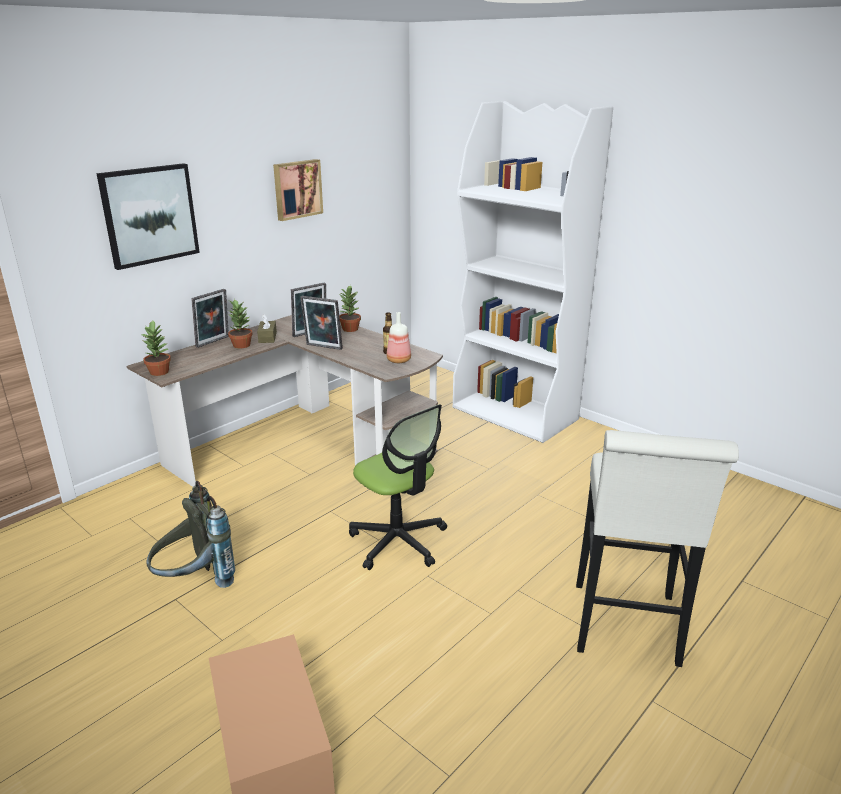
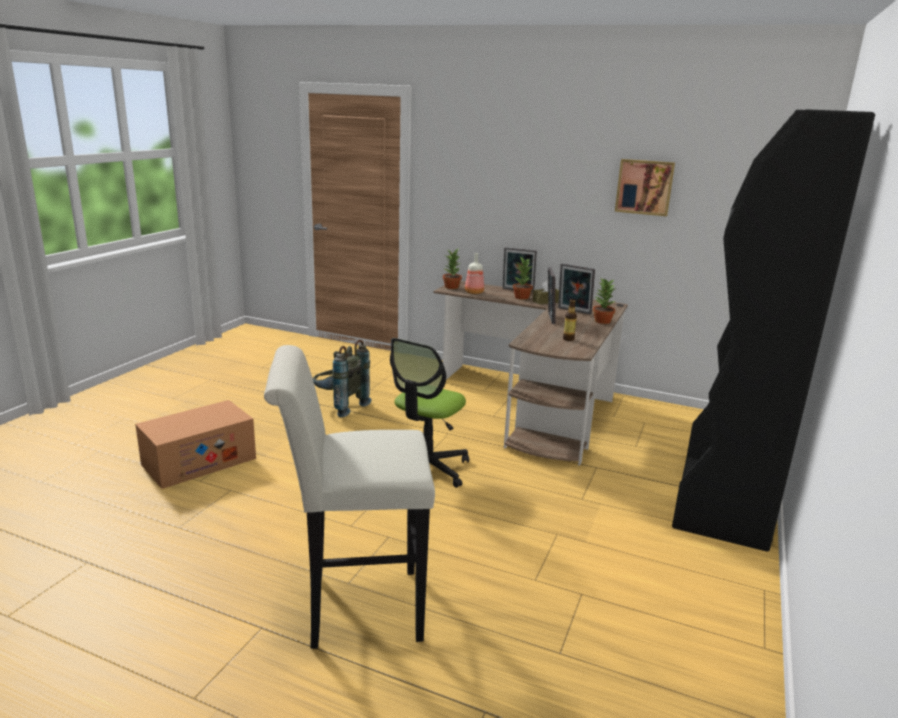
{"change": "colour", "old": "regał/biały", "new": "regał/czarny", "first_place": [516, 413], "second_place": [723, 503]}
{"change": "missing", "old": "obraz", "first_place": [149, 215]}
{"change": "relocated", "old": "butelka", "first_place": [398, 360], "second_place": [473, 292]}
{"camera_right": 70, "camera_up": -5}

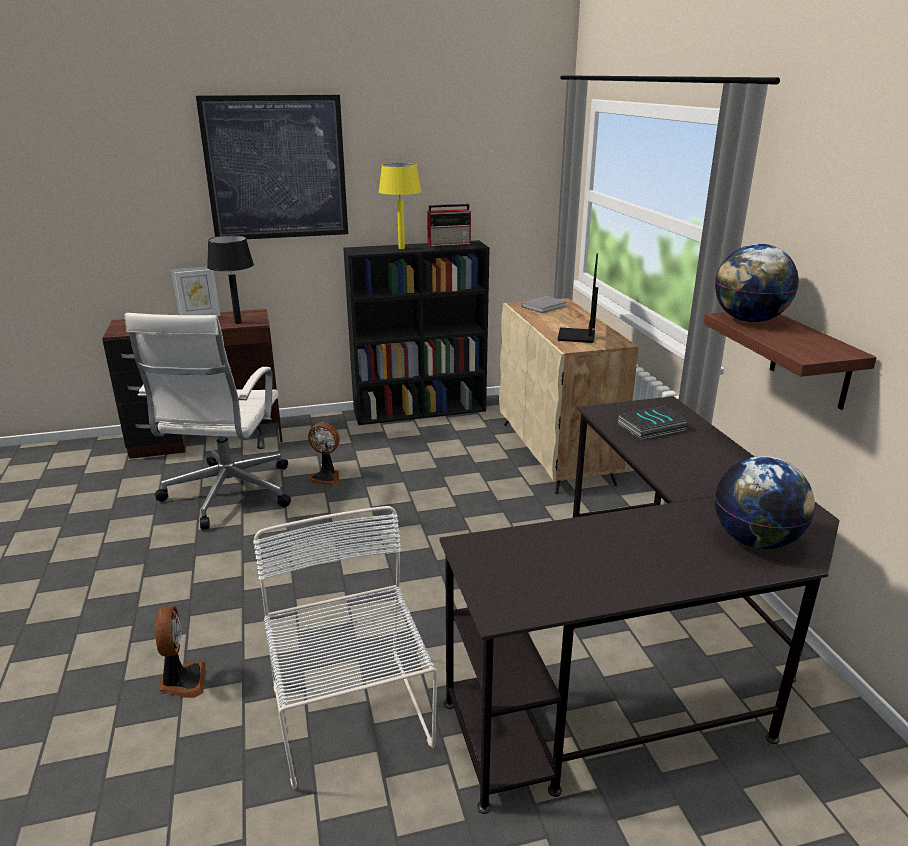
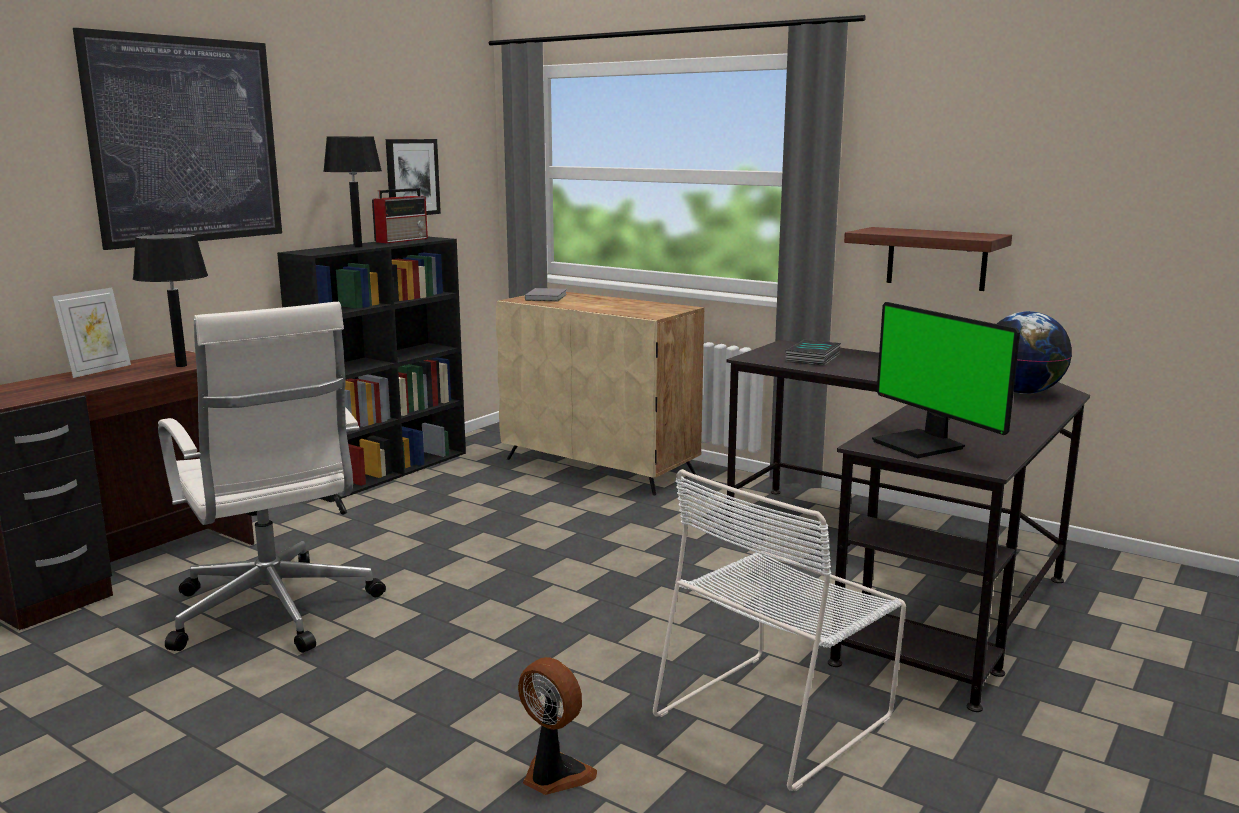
{"change": "colour", "old": "lampa stołowa/żółty", "new": "lampa stołowa/czarny", "first_place": [401, 248], "second_place": [358, 246]}
{"change": "missing", "old": "globus", "first_place": [748, 320]}
{"change": "relocated", "old": "monitor", "first_place": [578, 336], "second_place": [921, 445]}
{"change": "missing", "old": "wentylator", "first_place": [326, 477]}
{"change": "spun", "old": "krzesło/biały", "first_place": [351, 719], "second_place": [778, 713], "degrees": -75}
{"change": "appeared", "new": "obraz", "second_place": [412, 177]}
{"camera_right": -40, "camera_up": -10}

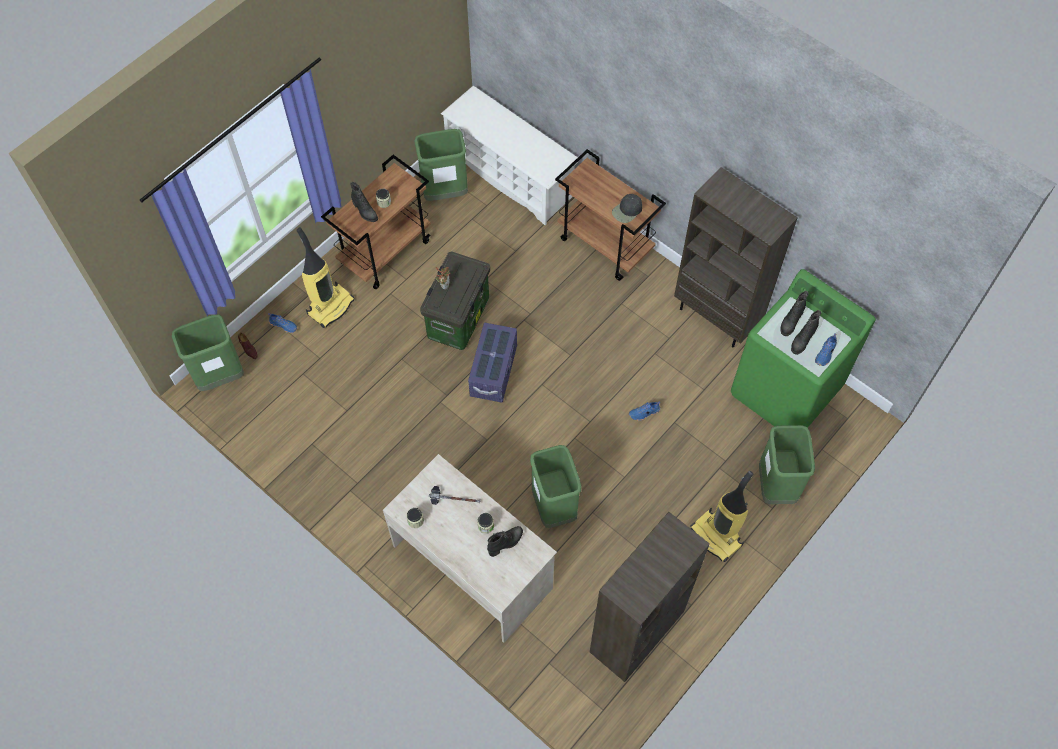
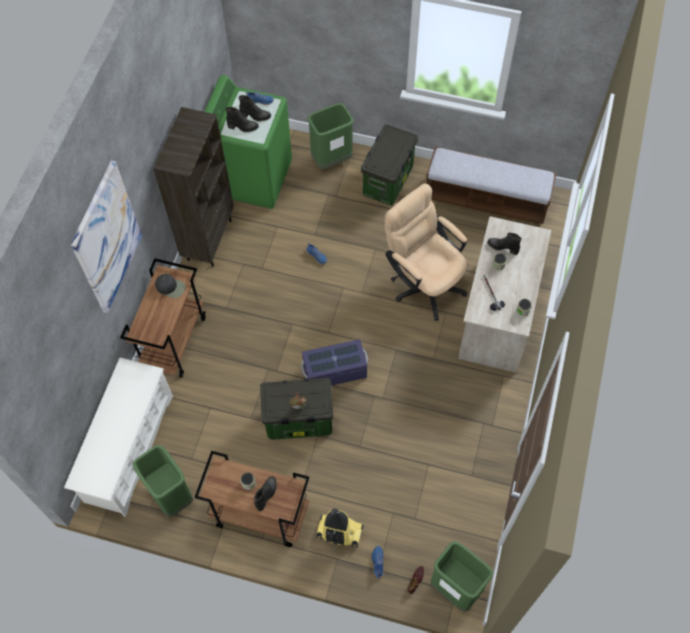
{"change": "exchanged", "old": "kosz na śmieci/zielony", "new": "krzesło biurowe/beżowy", "first_place": [554, 507], "second_place": [423, 282]}
{"change": "exchanged", "old": "odkurzacz", "new": "pojemnik do przechowywania", "first_place": [717, 536], "second_place": [387, 180]}
{"change": "exchanged", "old": "regał/brązowy", "new": "ławka", "first_place": [635, 639], "second_place": [486, 199]}
{"change": "appeared", "new": "obraz", "second_place": [106, 239]}
{"camera_right": -115, "camera_up": 0}

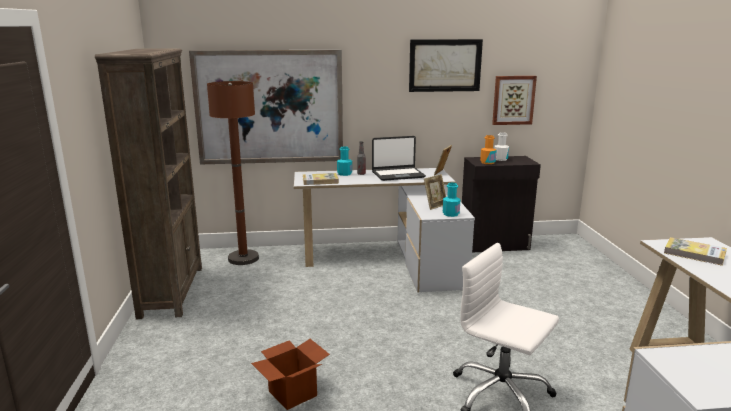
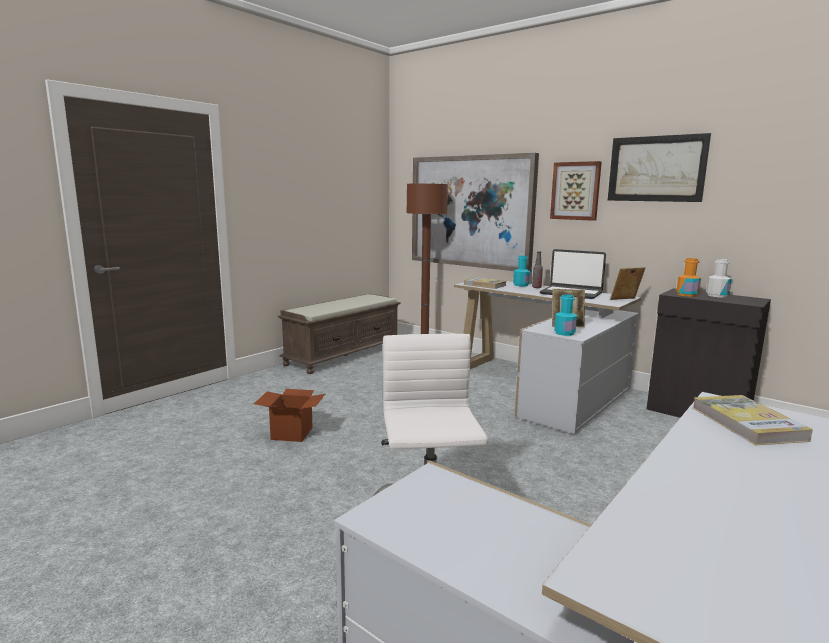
{"change": "exchanged", "old": "regał/brązowy", "new": "ławka/brązowy", "first_place": [172, 291], "second_place": [344, 355]}
{"change": "relocated", "old": "obraz", "first_place": [513, 100], "second_place": [575, 191]}
{"camera_right": 45, "camera_up": -5}

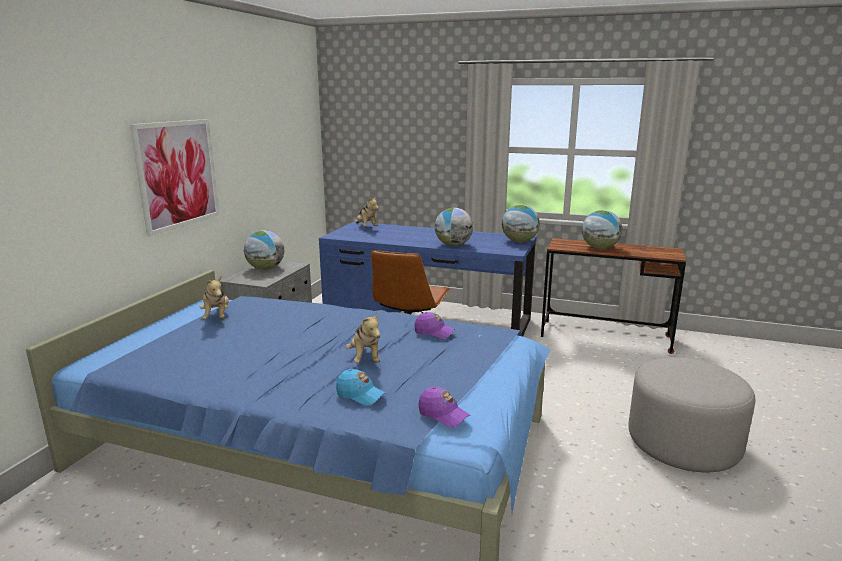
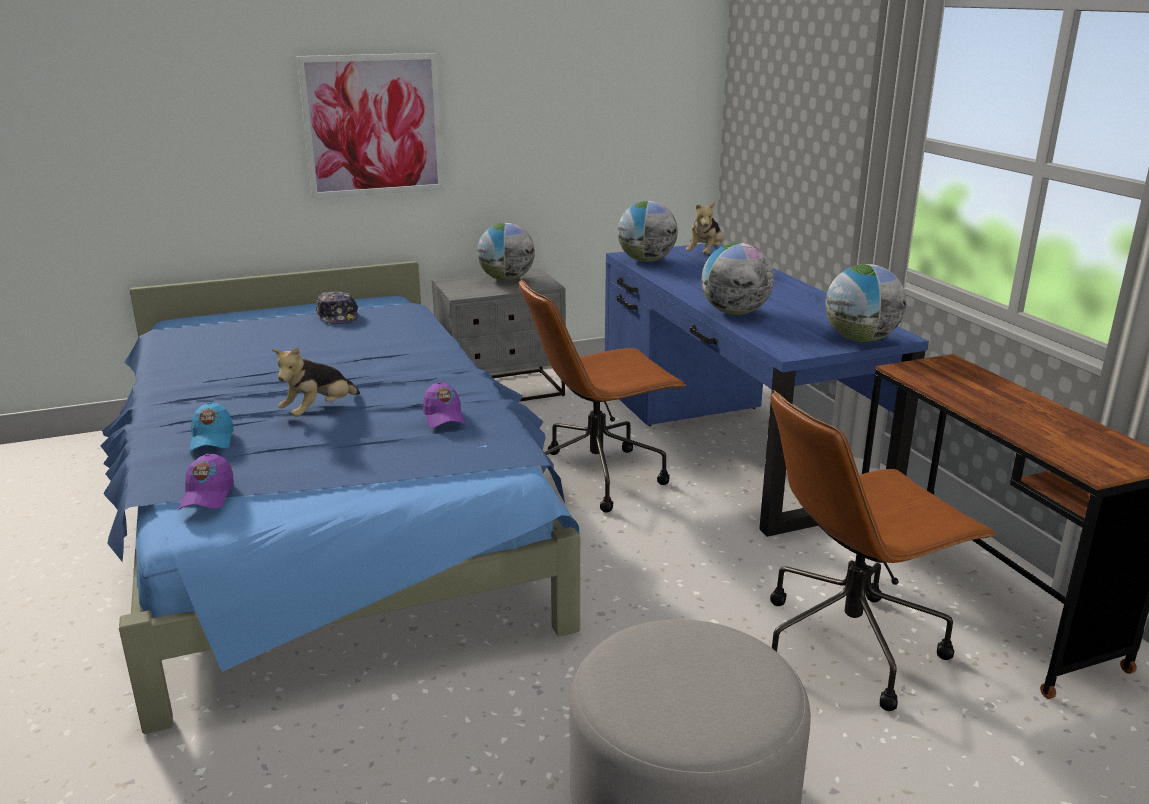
{"change": "relocated", "old": "globus", "first_place": [599, 248], "second_place": [646, 261]}
{"change": "exchanged", "old": "pluszak", "new": "czapka z daszkiem", "first_place": [217, 317], "second_place": [338, 316]}
{"change": "appeared", "new": "krzesło biurowe/brązowy", "second_place": [851, 643]}
{"camera_right": 50, "camera_up": 5}

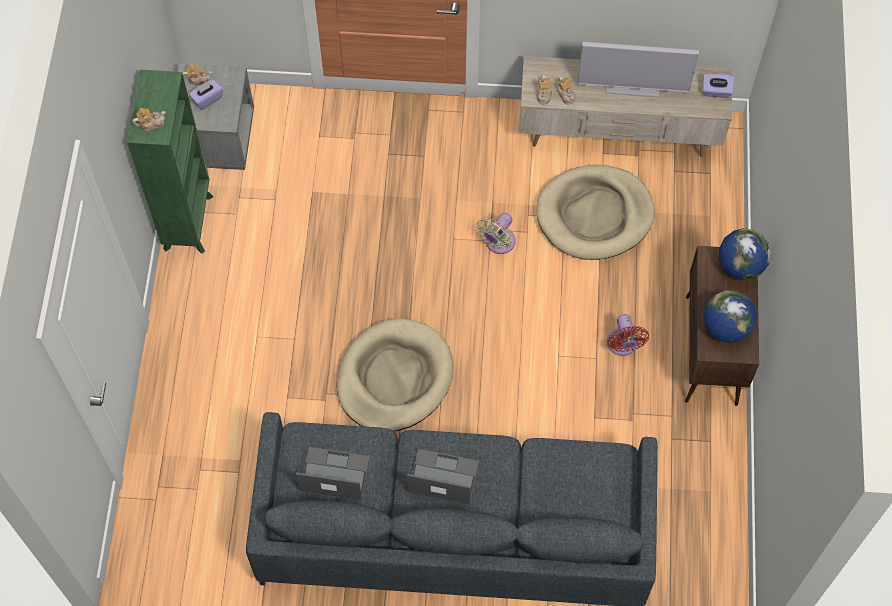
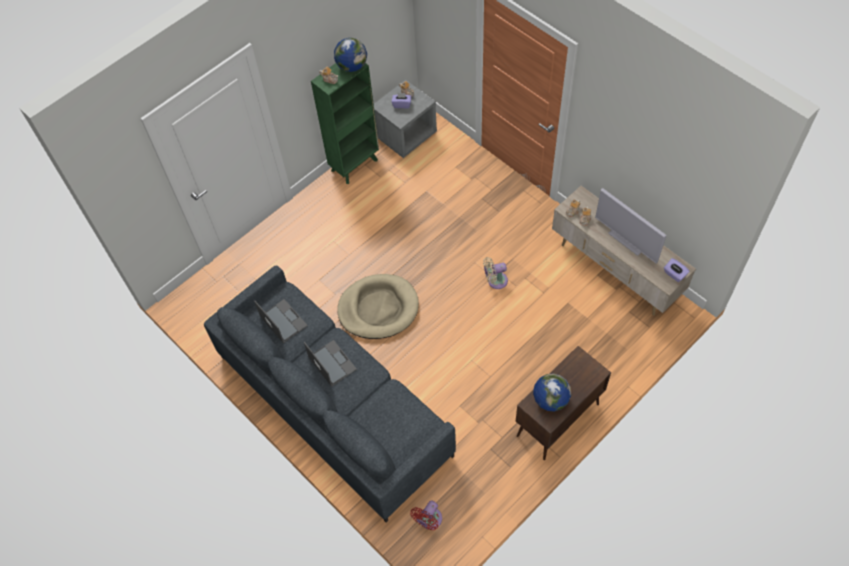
{"change": "missing", "old": "legowisko/beżowy", "first_place": [594, 215]}
{"change": "relocated", "old": "globus", "first_place": [740, 266], "second_place": [352, 66]}
{"change": "relocated", "old": "wentylator/czerwony", "first_place": [622, 345], "second_place": [429, 520]}
{"camera_right": 45, "camera_up": -5}

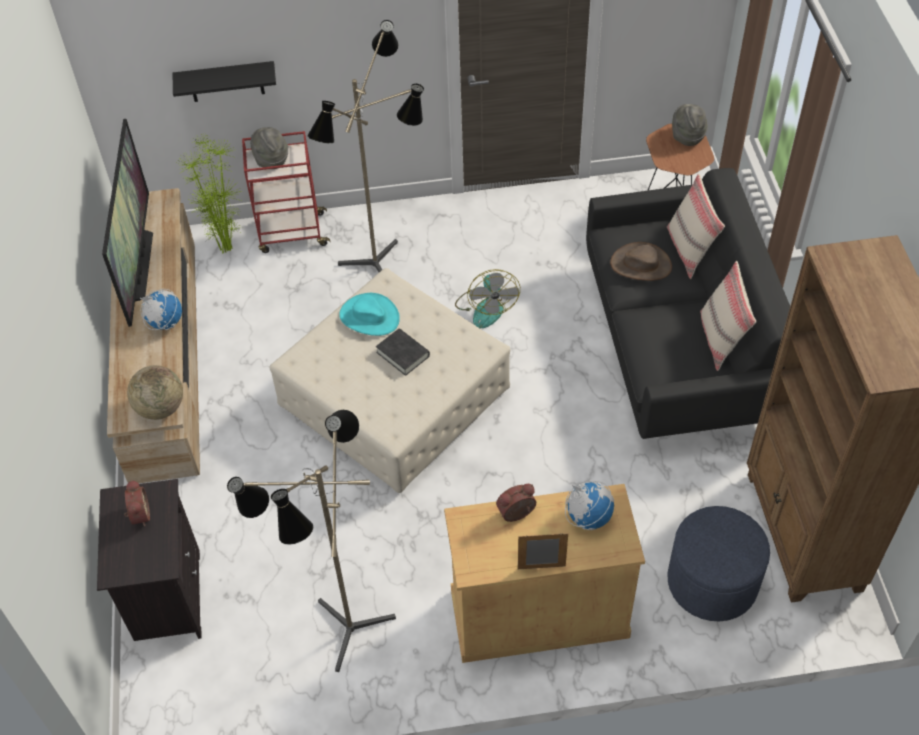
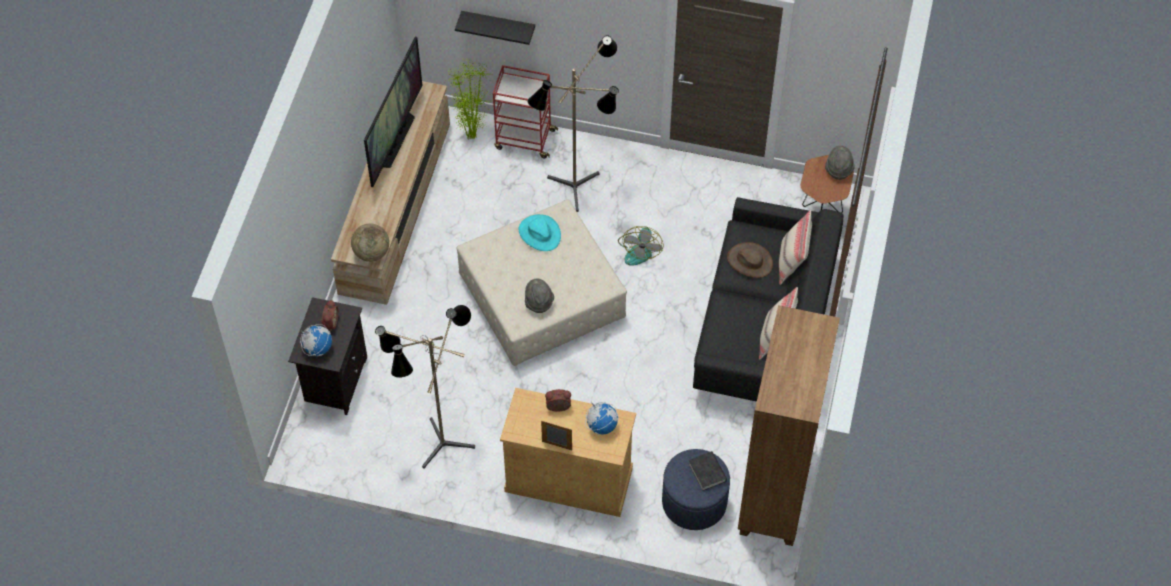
{"change": "relocated", "old": "kapelusz/szary", "first_place": [271, 160], "second_place": [538, 303]}
{"change": "relocated", "old": "globus", "first_place": [165, 322], "second_place": [317, 348]}
{"change": "relocated", "old": "książka/czarny", "first_place": [403, 354], "second_place": [707, 472]}
{"camera_right": 20, "camera_up": 5}

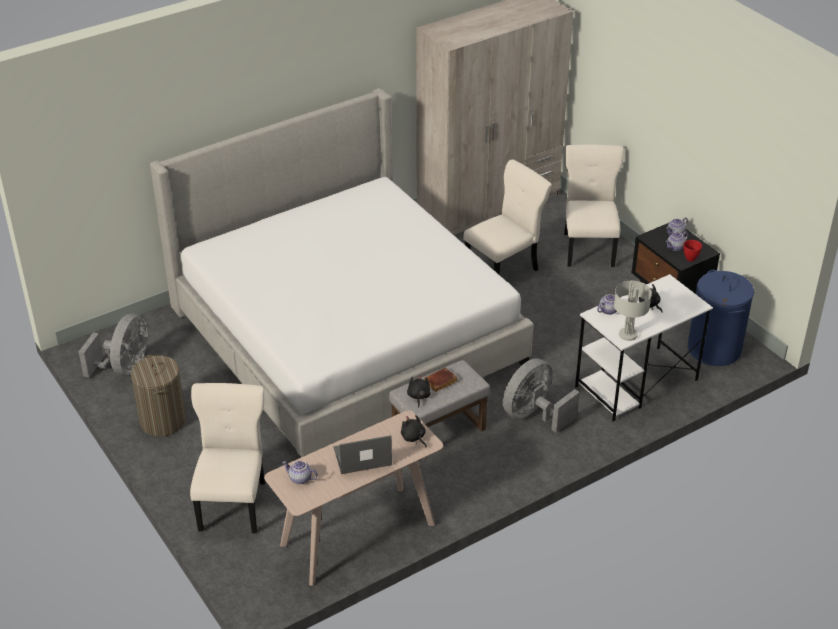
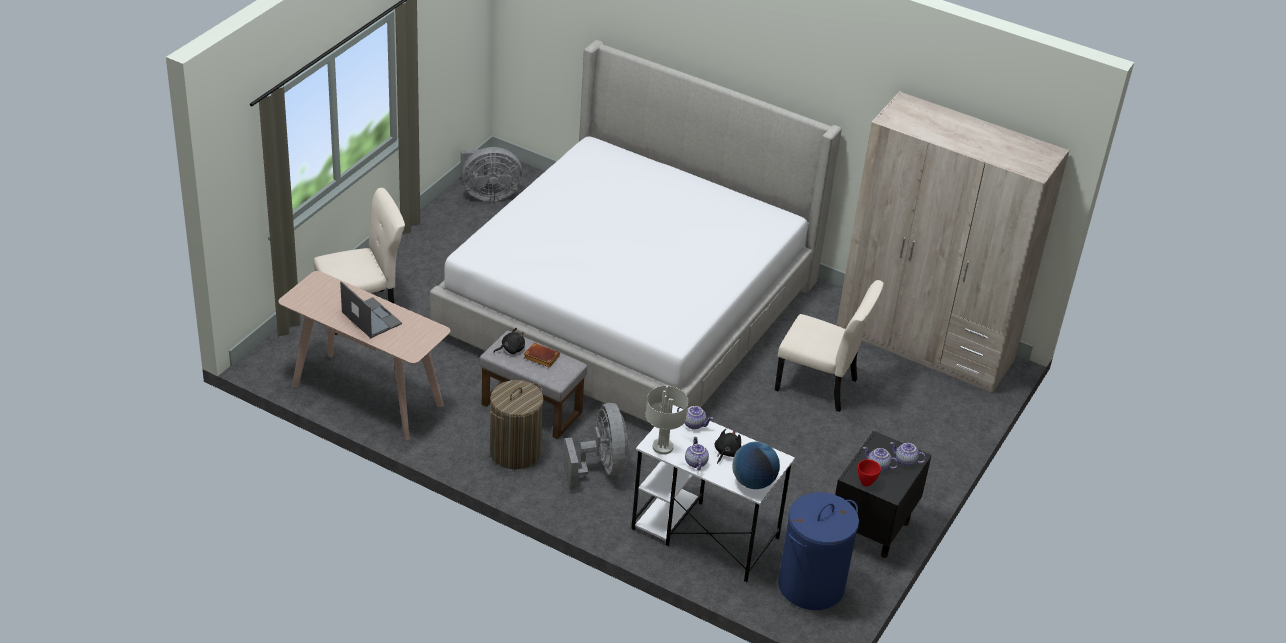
{"change": "missing", "old": "krzesło/beżowy", "first_place": [588, 248]}
{"change": "relocated", "old": "kosz na pranie", "first_place": [162, 420], "second_place": [515, 452]}
{"change": "spun", "old": "wentylator/szary", "first_place": [534, 415], "second_place": [601, 468], "degrees": 60}
{"change": "missing", "old": "pluszak/czarny", "first_place": [413, 438]}
{"change": "relocated", "old": "imbryk", "first_place": [300, 479], "second_place": [695, 462]}
{"change": "appeared", "new": "globus", "second_place": [753, 482]}
{"camera_right": 60, "camera_up": 0}

